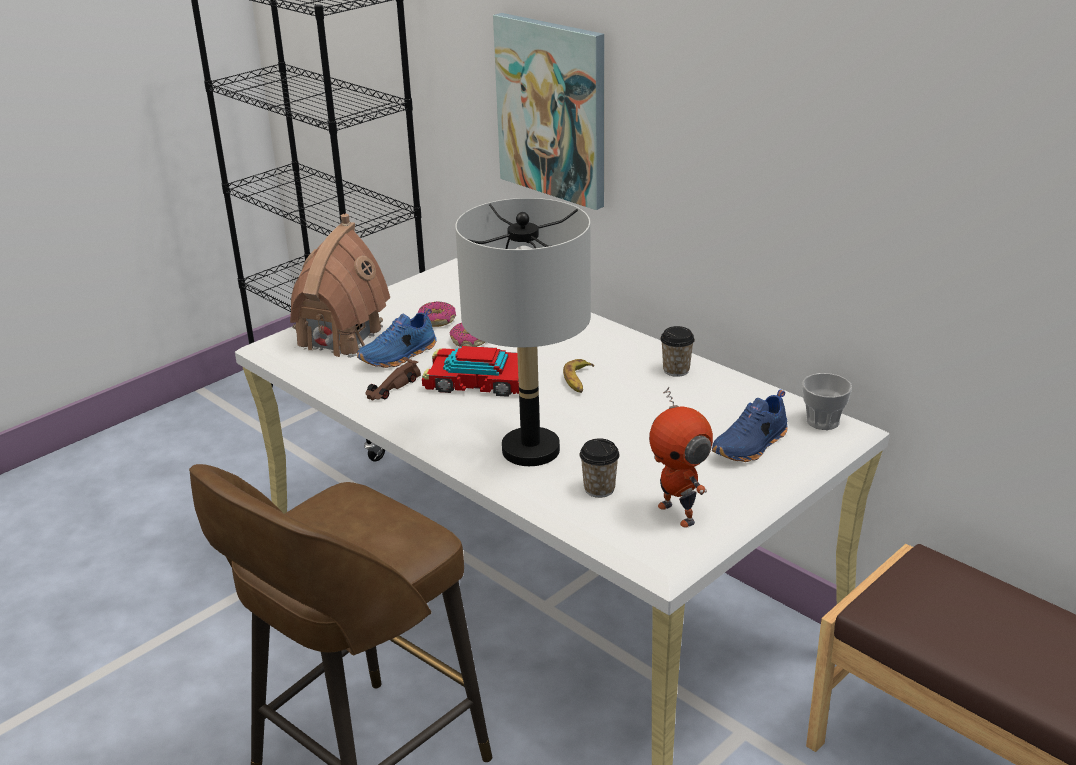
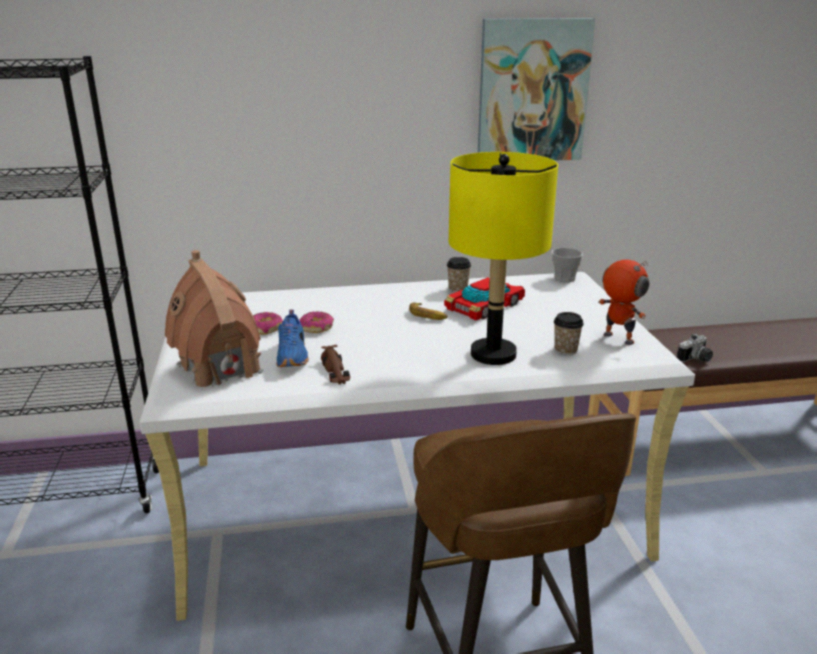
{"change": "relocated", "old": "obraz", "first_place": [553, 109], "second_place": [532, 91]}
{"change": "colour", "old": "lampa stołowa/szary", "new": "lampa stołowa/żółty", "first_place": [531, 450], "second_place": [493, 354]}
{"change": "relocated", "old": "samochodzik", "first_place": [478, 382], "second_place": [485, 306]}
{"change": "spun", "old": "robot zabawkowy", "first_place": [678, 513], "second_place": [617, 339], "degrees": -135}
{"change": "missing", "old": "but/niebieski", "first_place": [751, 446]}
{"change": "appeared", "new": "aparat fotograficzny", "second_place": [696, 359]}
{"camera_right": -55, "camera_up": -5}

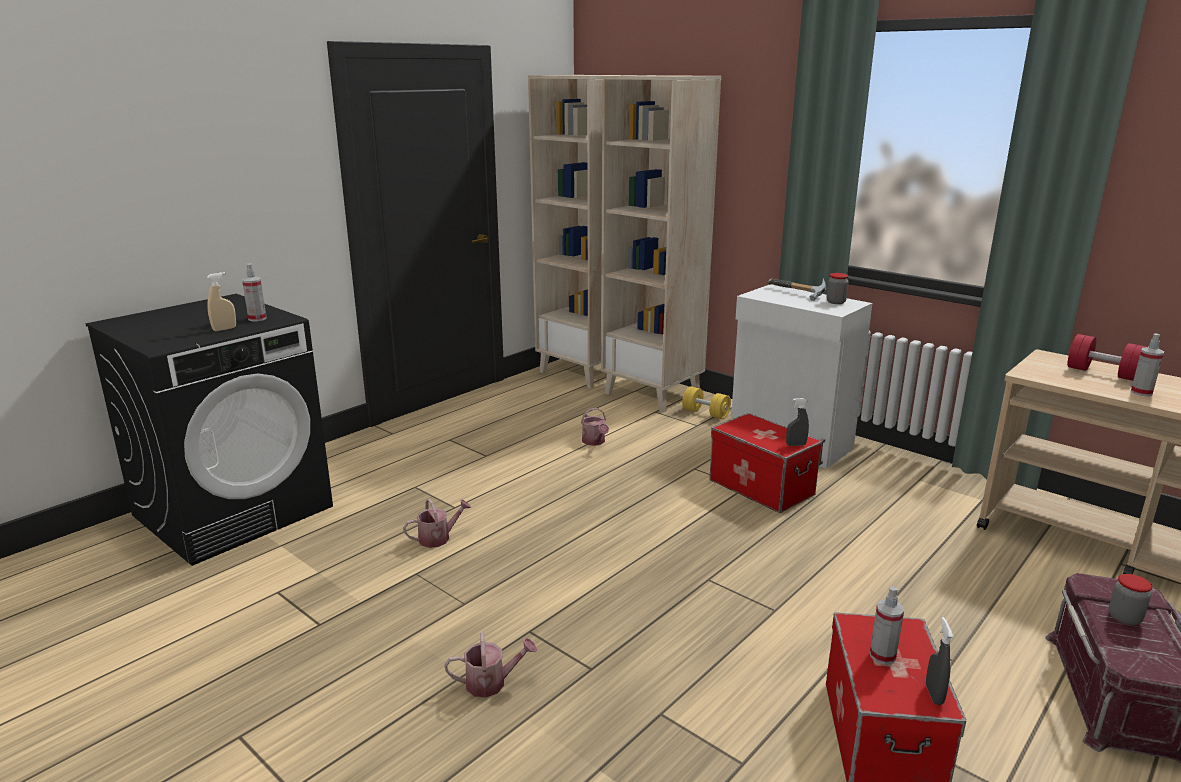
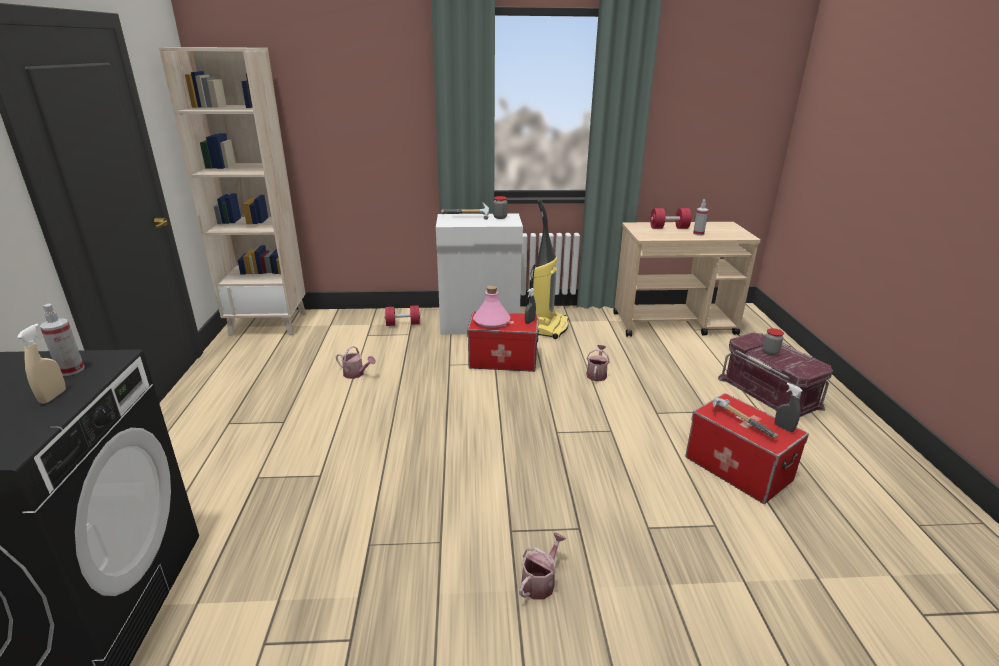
{"change": "missing", "old": "regał/beżowy", "first_place": [653, 394]}
{"change": "colour", "old": "hantel/żółty", "new": "hantel/czerwony", "first_place": [705, 413], "second_place": [403, 324]}
{"change": "relocated", "old": "konewka", "first_place": [438, 538], "second_place": [597, 374]}
{"change": "exchanged", "old": "spryskiwacz", "new": "młotek", "first_place": [882, 656], "second_place": [742, 421]}
{"change": "appeared", "new": "odkurzacz", "second_place": [549, 327]}
{"change": "appeared", "new": "butelka/różowy", "second_place": [491, 321]}
{"camera_right": -45, "camera_up": 5}

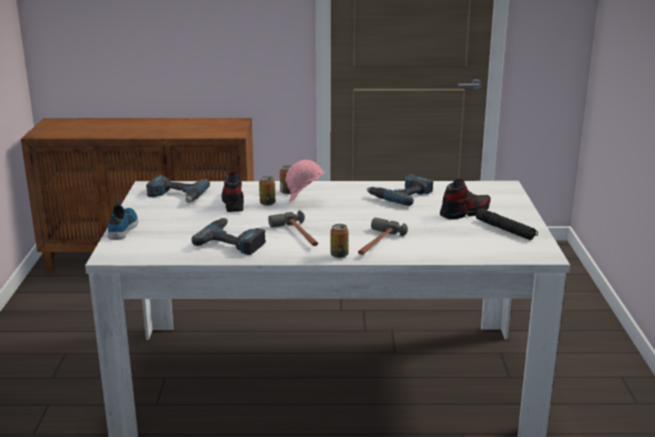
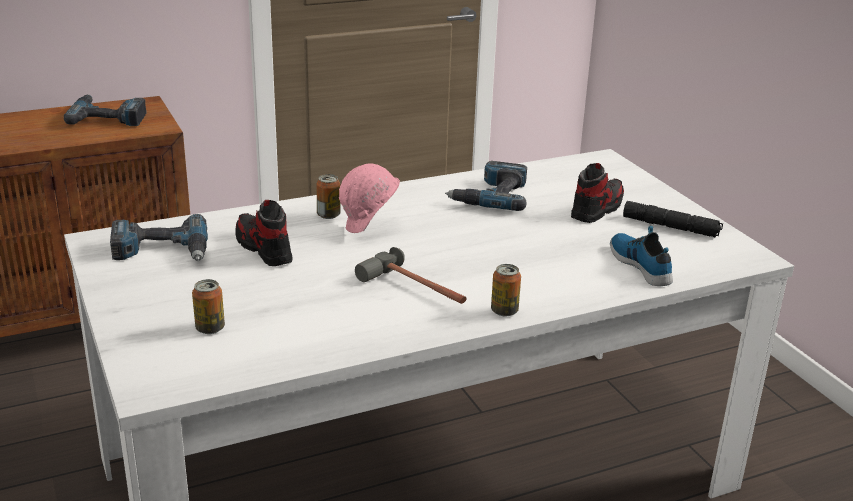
{"change": "relocated", "old": "puszka", "first_place": [267, 203], "second_place": [210, 328]}
{"change": "relocated", "old": "but", "first_place": [124, 228], "second_place": [641, 265]}
{"change": "relocated", "old": "wiertarka", "first_place": [232, 241], "second_place": [108, 117]}
{"change": "missing", "old": "młotek", "first_place": [376, 244]}
{"camera_right": -25, "camera_up": 5}

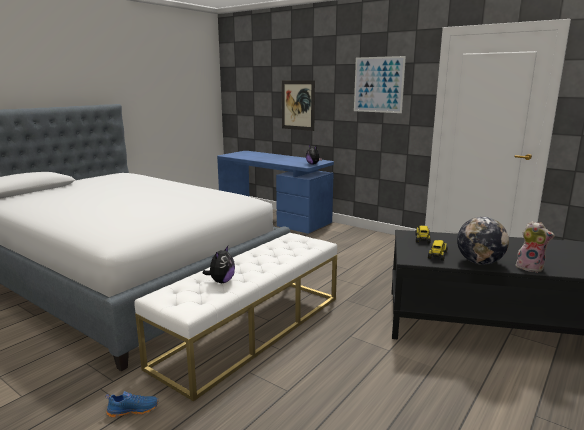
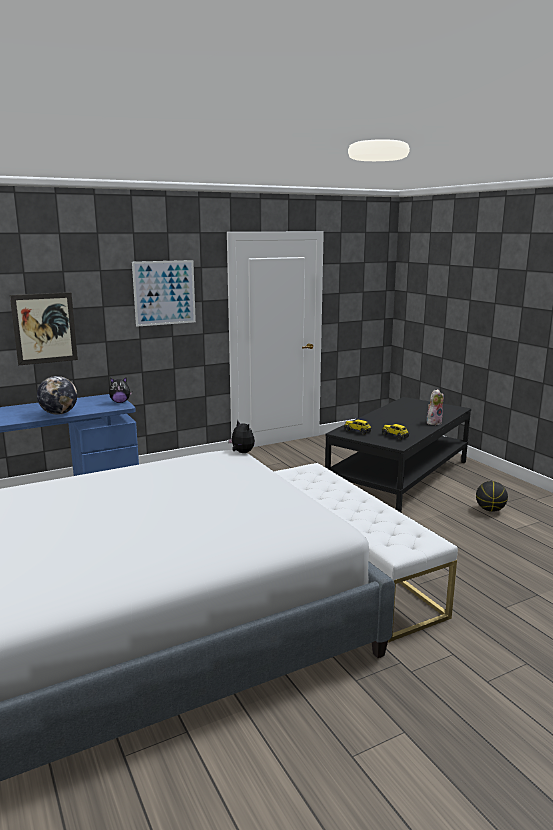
{"change": "relocated", "old": "globus", "first_place": [479, 262], "second_place": [59, 413]}
{"change": "relocated", "old": "pluszak", "first_place": [221, 281], "second_place": [241, 453]}
{"change": "missing", "old": "but/niebieski", "first_place": [133, 409]}
{"change": "appeared", "new": "piłka do koszykówki", "second_place": [490, 510]}
{"camera_right": -65, "camera_up": 0}

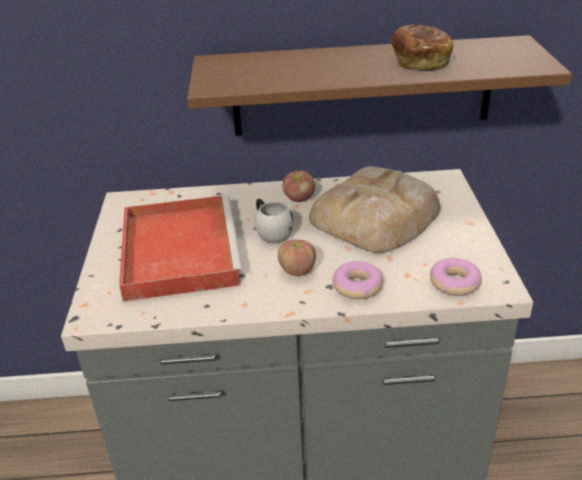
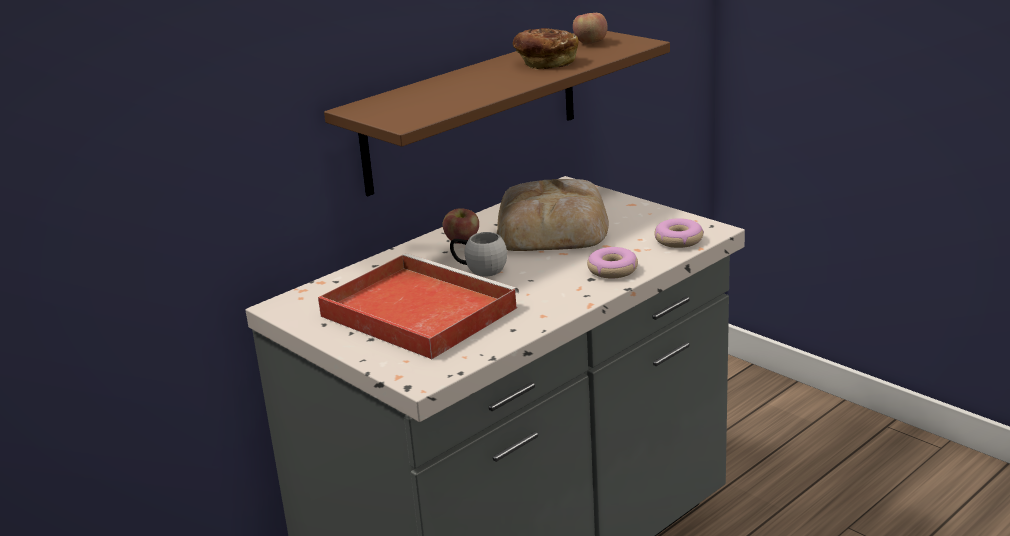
{"change": "relocated", "old": "jabłko", "first_place": [297, 270], "second_place": [590, 43]}
{"camera_right": -40, "camera_up": -10}

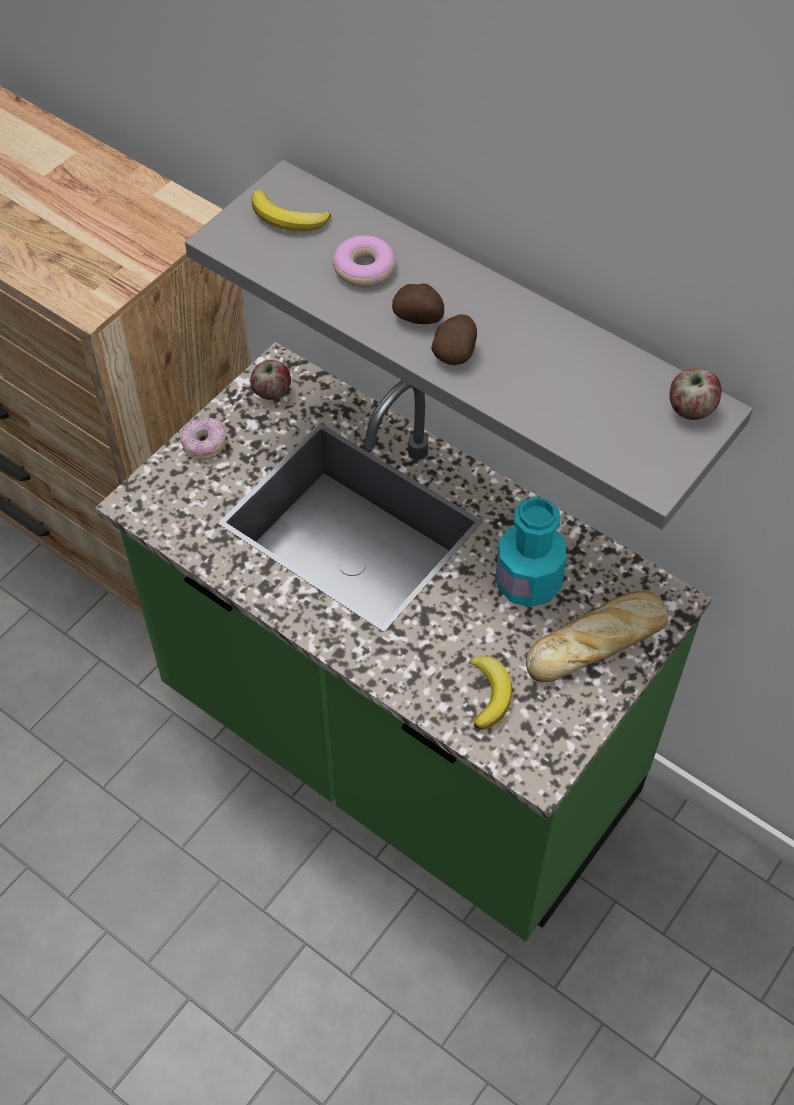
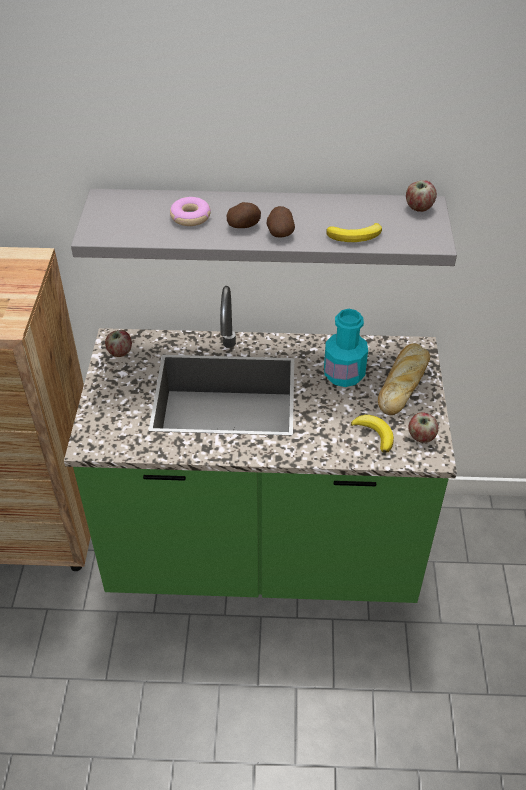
{"change": "relocated", "old": "banan", "first_place": [288, 218], "second_place": [356, 236]}
{"change": "missing", "old": "donut", "first_place": [204, 444]}
{"change": "appeared", "new": "jabłko", "second_place": [421, 437]}
{"camera_right": -35, "camera_up": -10}

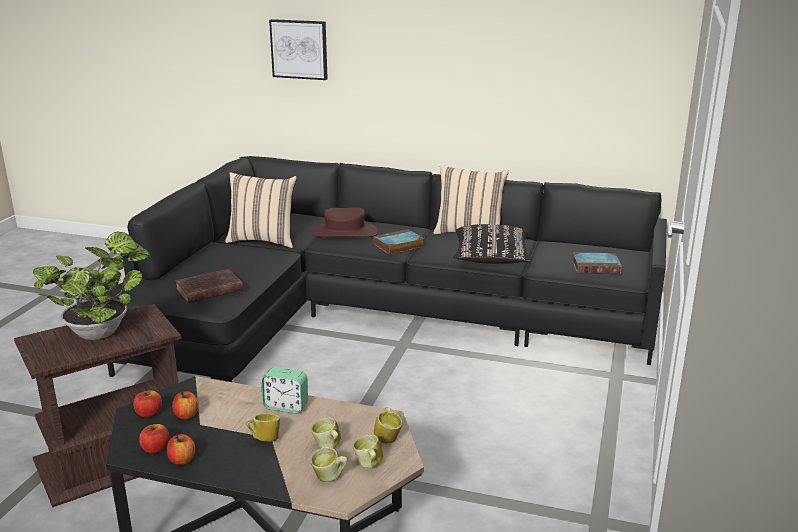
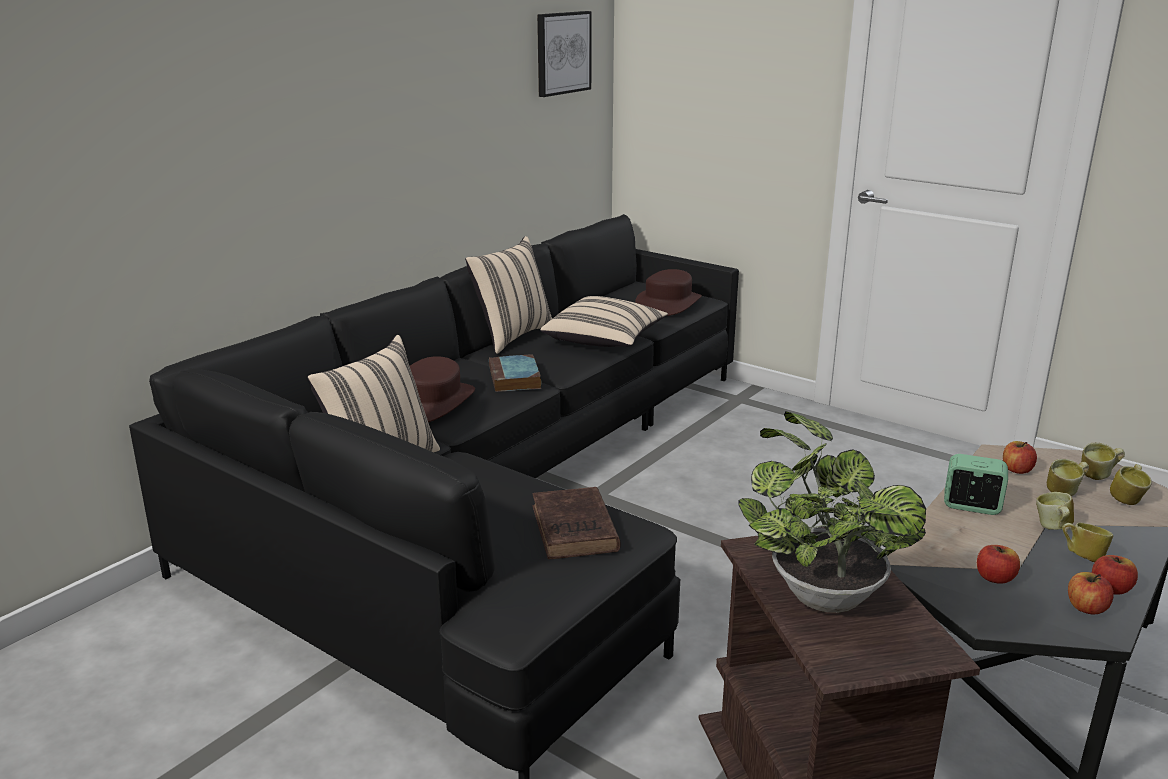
{"change": "relocated", "old": "obraz", "first_place": [299, 49], "second_place": [562, 53]}
{"change": "colour", "old": "poduszka/czarny", "new": "poduszka/beżowy", "first_place": [491, 259], "second_place": [605, 341]}
{"change": "exchanged", "old": "książka", "new": "kapelusz/brązowy", "first_place": [597, 267], "second_place": [668, 303]}
{"change": "spun", "old": "budzik", "first_place": [286, 406], "second_place": [971, 506], "degrees": -105}
{"change": "relocated", "old": "jabłko", "first_place": [149, 413], "second_place": [1016, 469]}
{"change": "relocated", "old": "kubek", "first_place": [388, 437], "second_place": [1081, 557]}
{"camera_right": -70, "camera_up": 0}

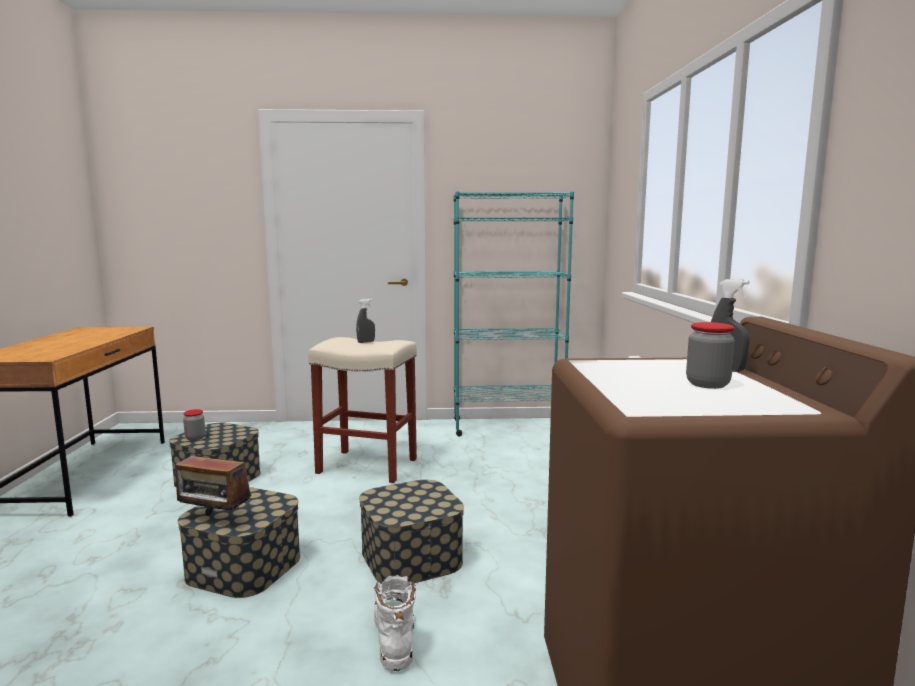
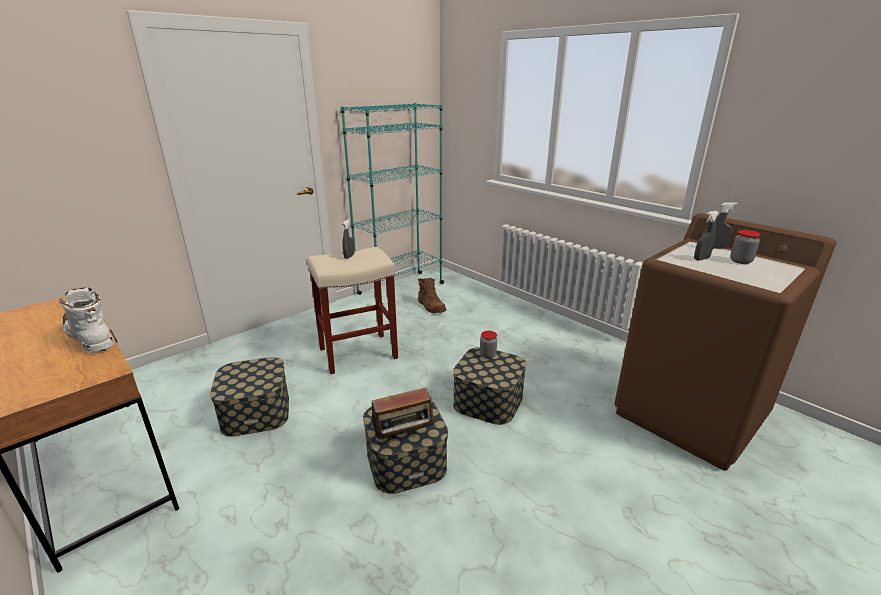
{"change": "relocated", "old": "słoik", "first_place": [195, 438], "second_place": [487, 355]}
{"change": "relocated", "old": "but z cholewką/biały", "first_place": [394, 634], "second_place": [90, 337]}
{"change": "appeared", "new": "spryskiwacz/szary", "second_place": [701, 259]}
{"change": "appeared", "new": "but z cholewką/brązowy", "second_place": [431, 306]}
{"camera_right": -40, "camera_up": 15}

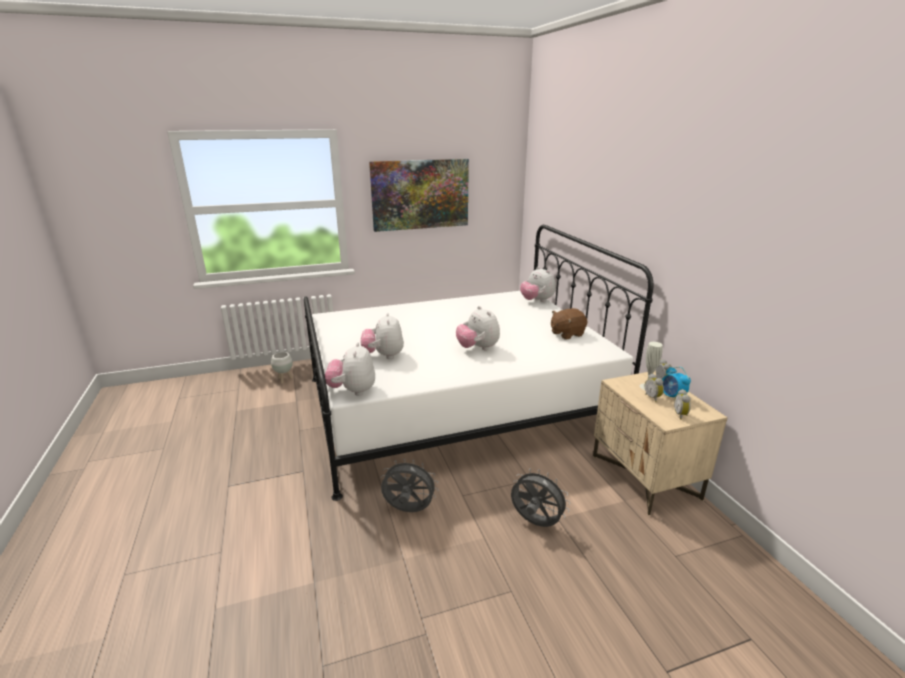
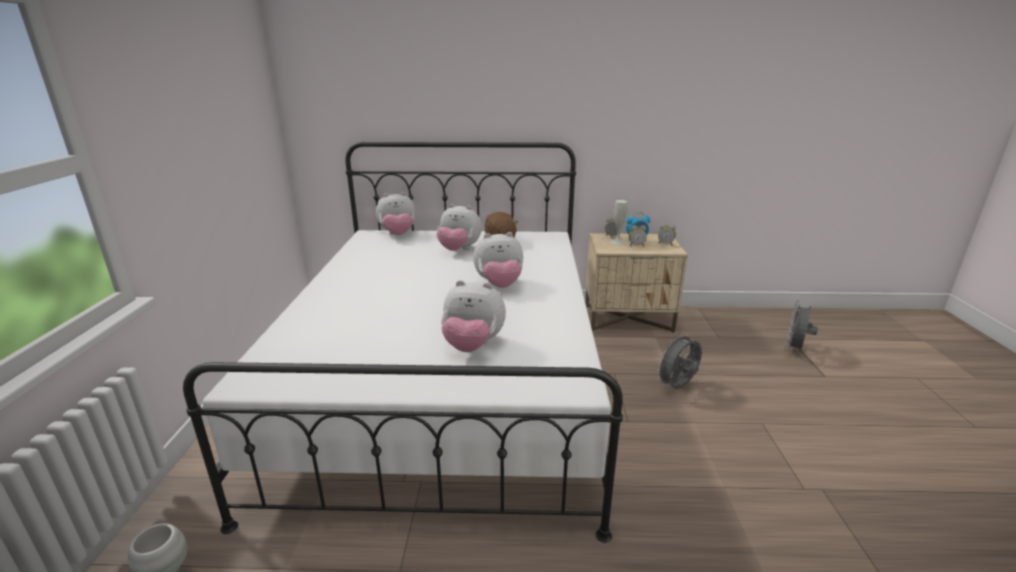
{"change": "missing", "old": "obraz", "first_place": [420, 194]}
{"change": "relocated", "old": "pluszak", "first_place": [352, 391], "second_place": [459, 250]}
{"change": "relocated", "old": "wentylator/szary", "first_place": [408, 510], "second_place": [794, 350]}
{"camera_right": -70, "camera_up": 0}

